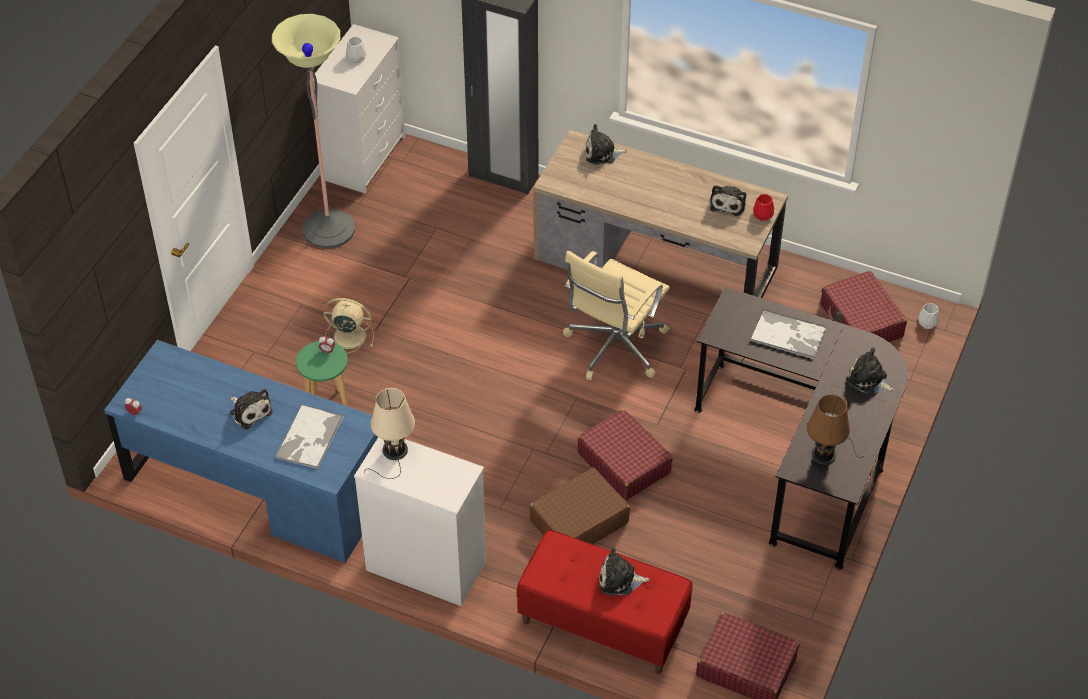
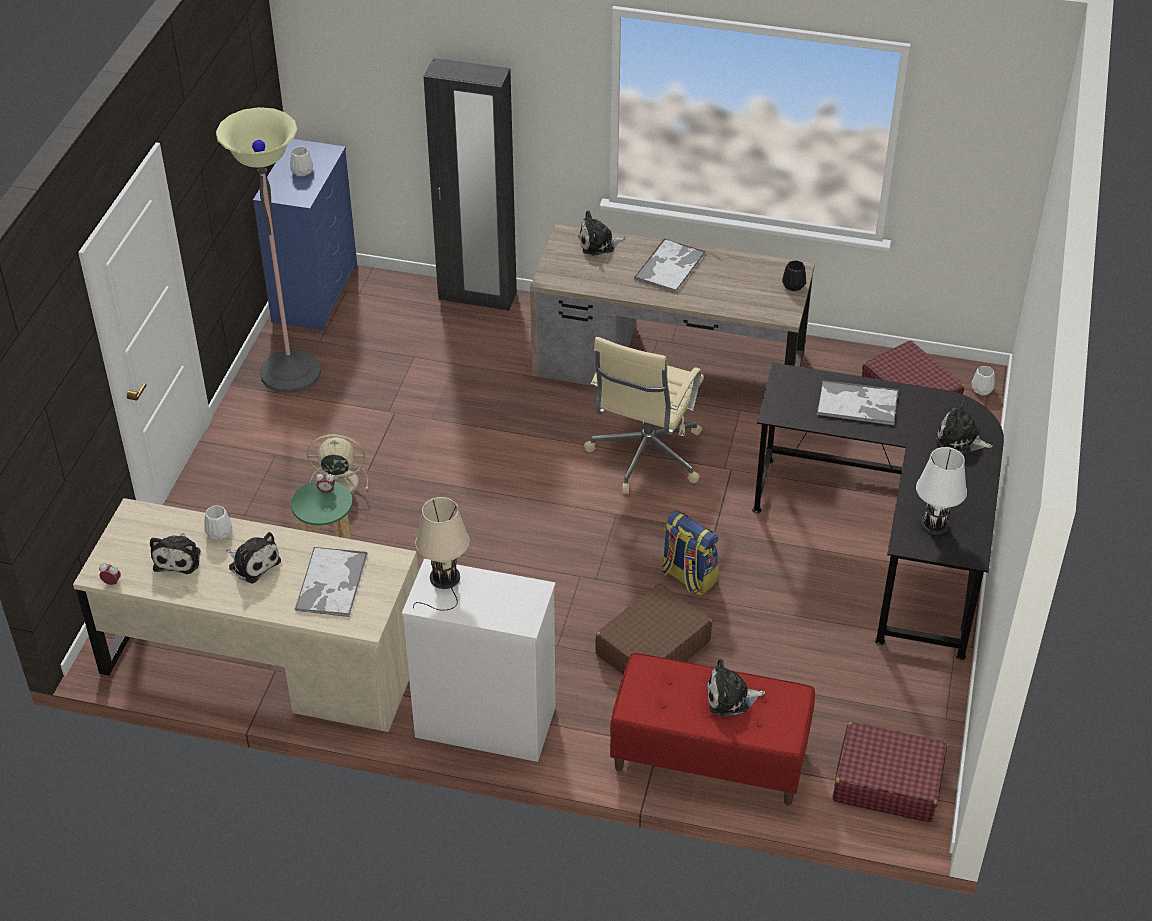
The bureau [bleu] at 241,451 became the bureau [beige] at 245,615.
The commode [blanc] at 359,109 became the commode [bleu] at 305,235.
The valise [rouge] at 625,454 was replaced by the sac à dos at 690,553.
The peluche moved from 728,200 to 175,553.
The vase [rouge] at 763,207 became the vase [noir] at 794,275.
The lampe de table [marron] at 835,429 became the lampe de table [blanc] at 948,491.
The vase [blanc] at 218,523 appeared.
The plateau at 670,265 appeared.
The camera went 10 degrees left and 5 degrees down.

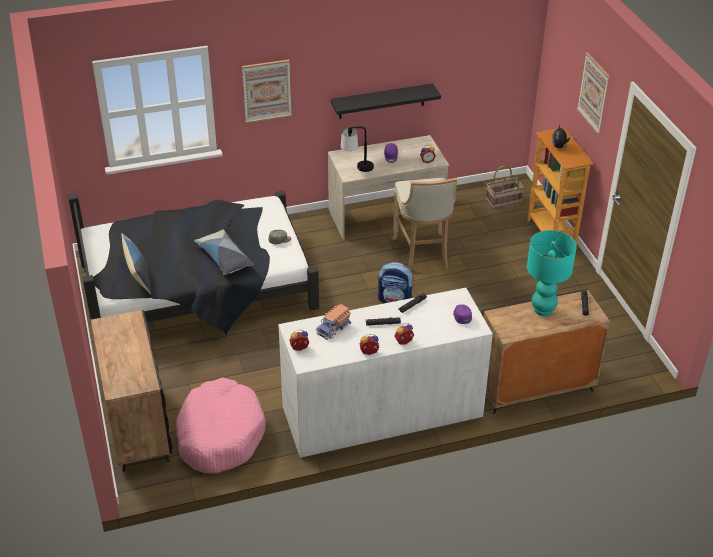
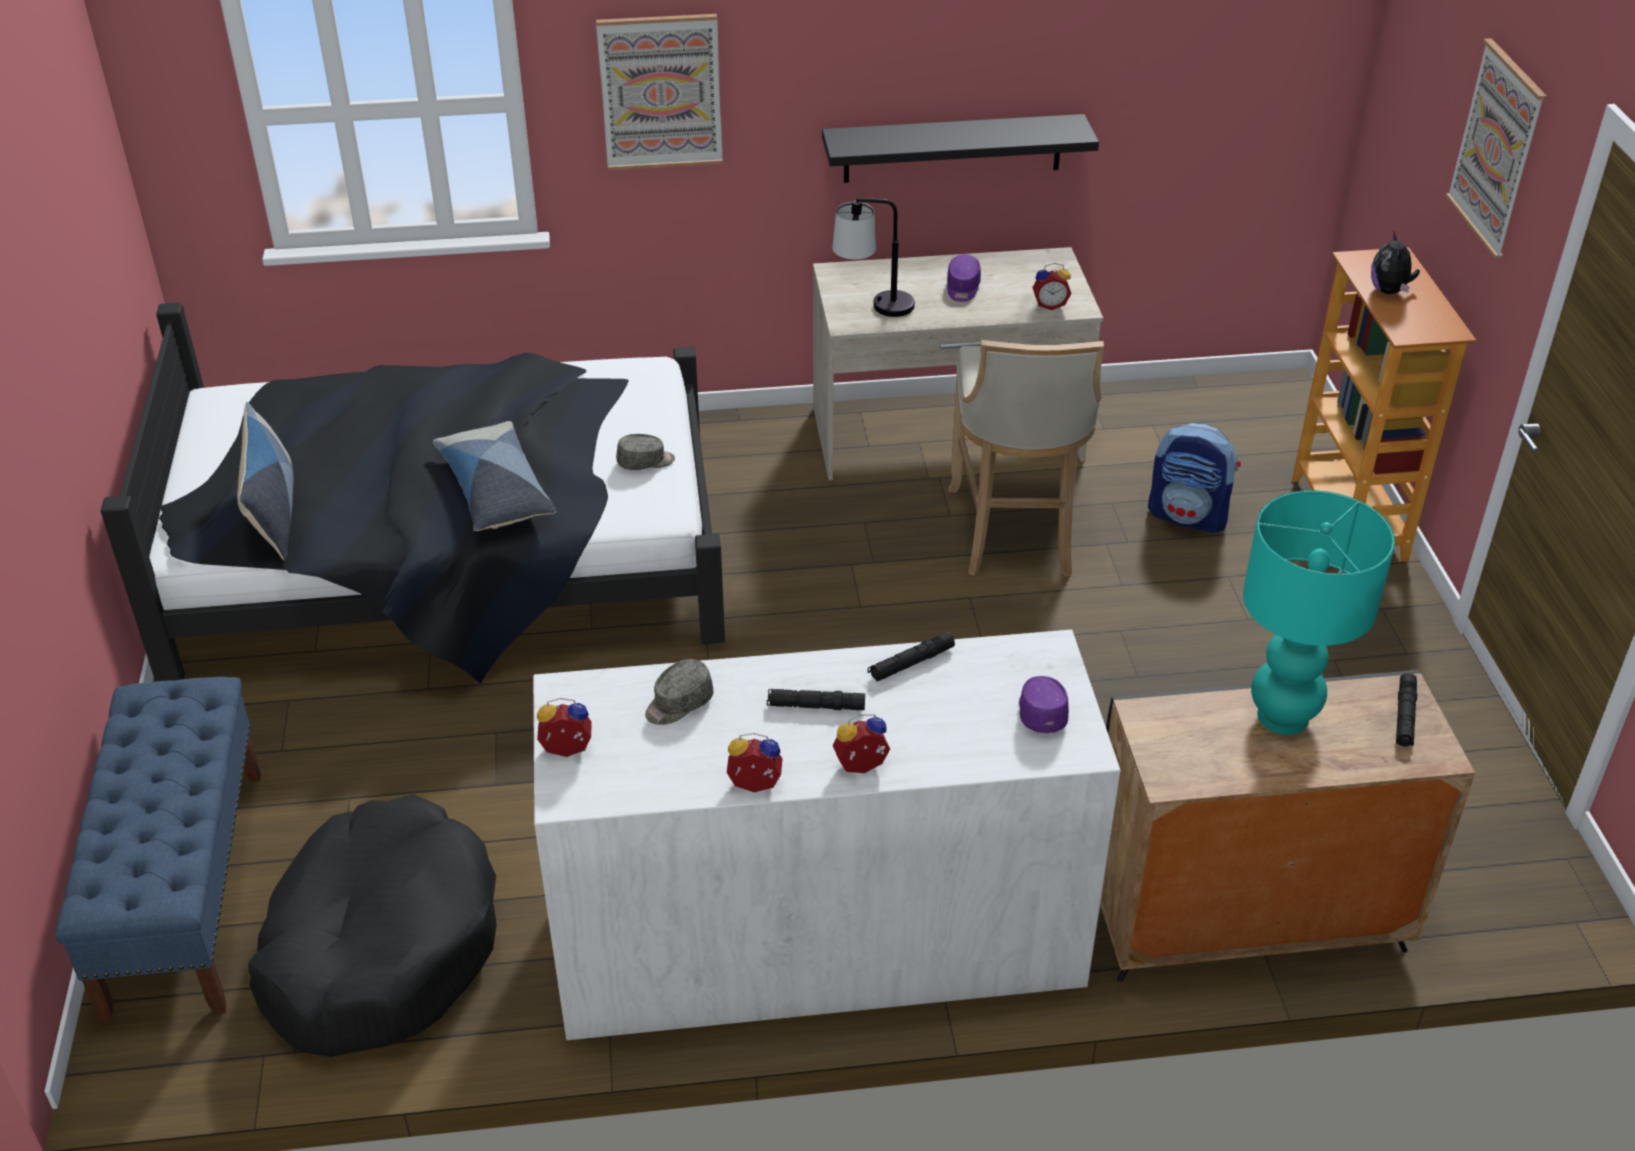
The meuble de rangement [noir] at 131,391 was replaced by the banc [bleu] at 158,851.
The panier pour chien [rose] at 221,425 became the panier pour chien [noir] at 372,925.
The camion jouet at 333,322 was replaced by the casquette [gris] at 679,692.
The sac à dos moved from 396,282 to 1194,478.
The panier at 505,187 disappeared.
The camera went 10 degrees right and 0 degrees up.

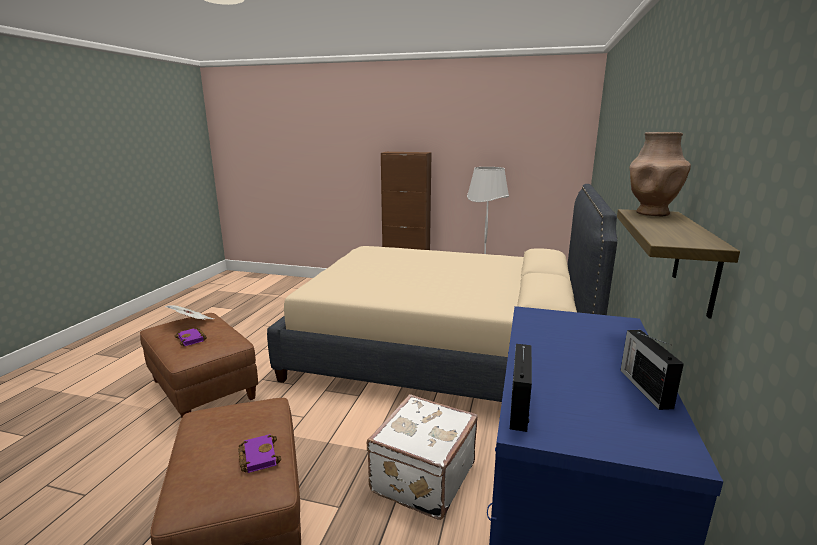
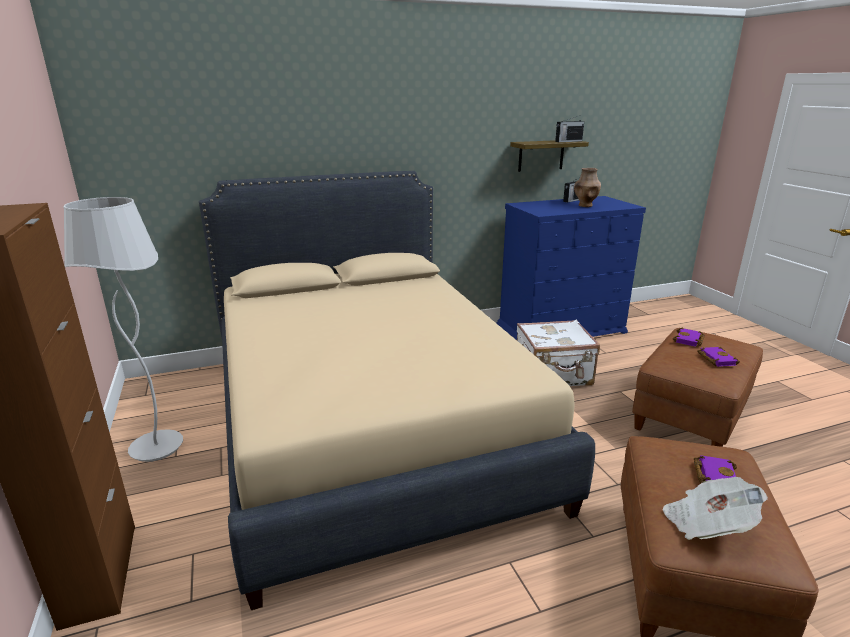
The radio moved from 521,388 to 569,129.
The vase [marron] moved from 660,174 to 587,187.
The livre [violet] at 718,357 appeared.
The camera went 125 degrees left and 5 degrees up.

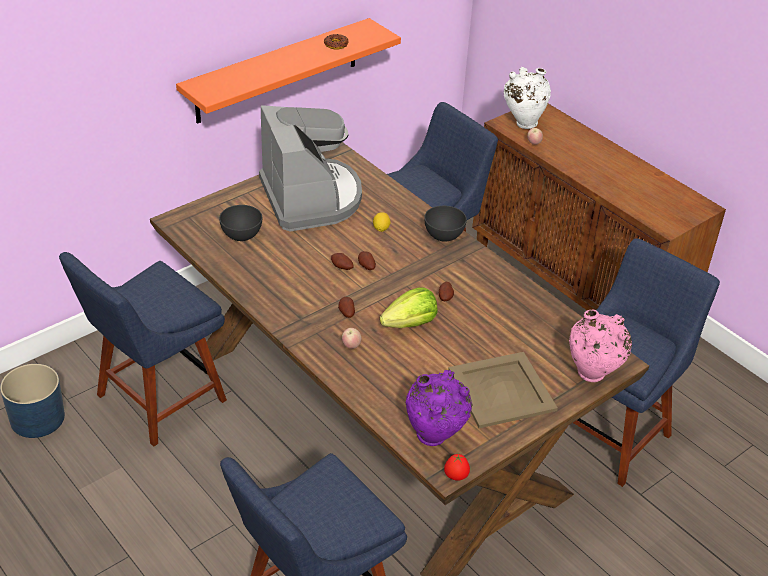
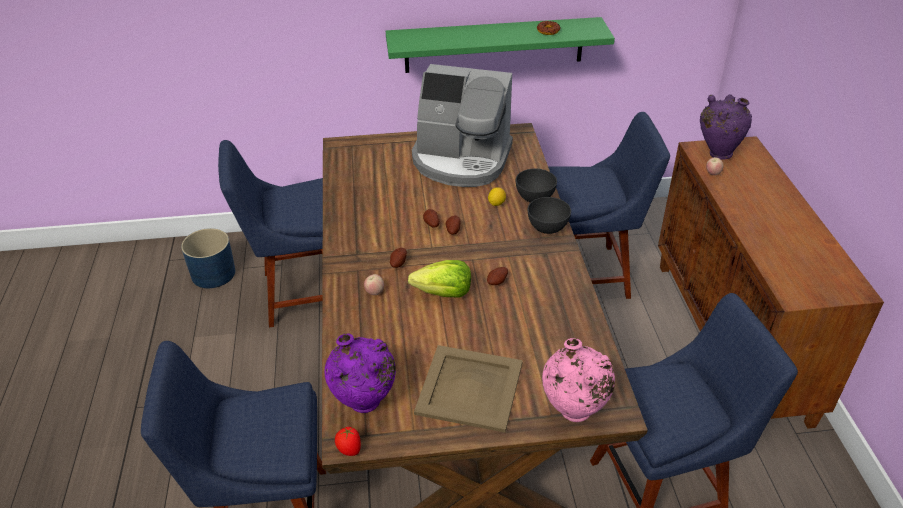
The étagère [orange] at 288,71 became the étagère [vert] at 500,45.
The bol [gris] moved from 240,223 to 536,185.
The machine à café at 310,168 turned 90 degrees clockwise.
The vase [blanc] at 527,98 became the vase [violet] at 726,127.
The camera went 35 degrees right and 0 degrees up.

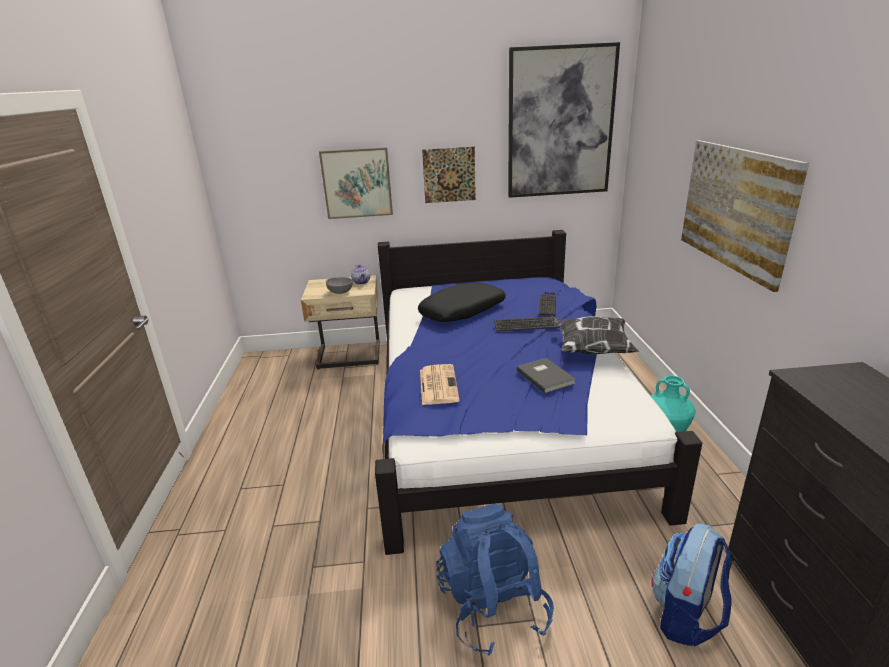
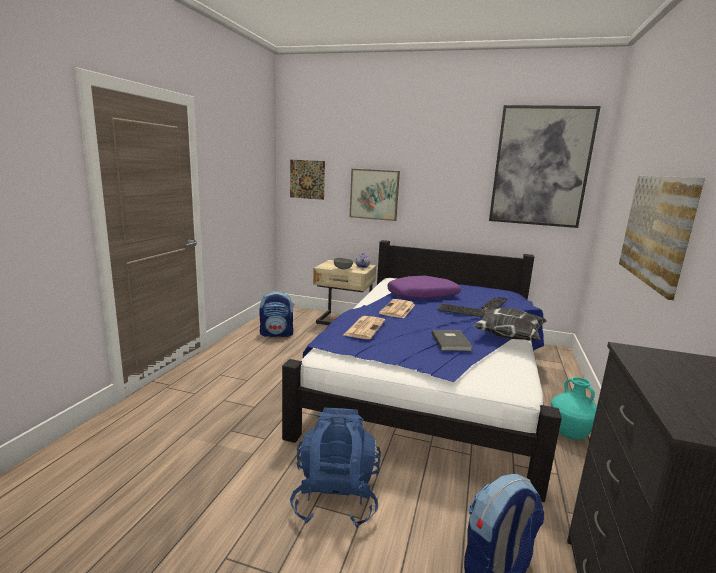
The coussin [noir] at 462,302 became the coussin [violet] at 424,287.
The tableau moved from 449,175 to 307,180.
The sac à dos at 276,314 appeared.
The journal at 397,308 appeared.
The camera went 20 degrees right and 10 degrees down.

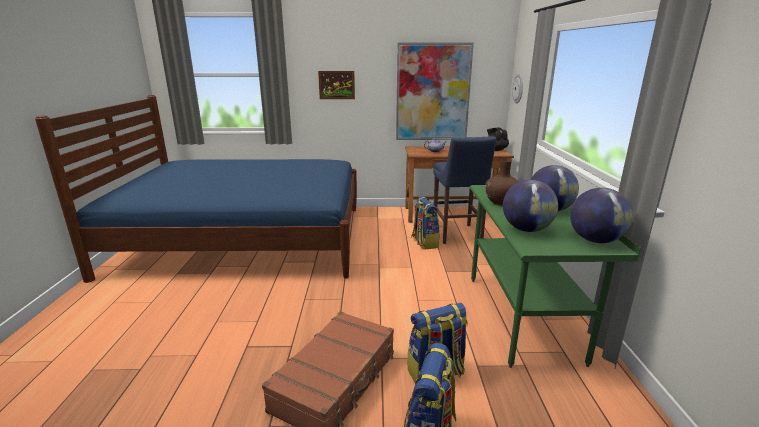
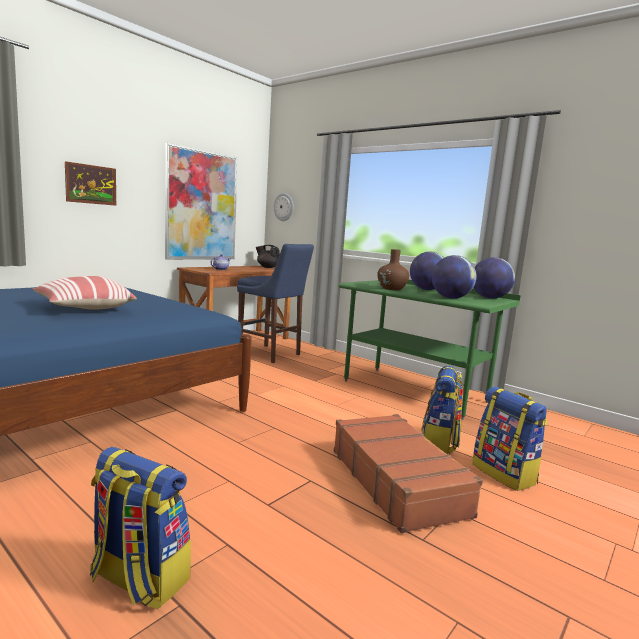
The sac à dos moved from 425,222 to 140,528.
The coussin at 84,293 appeared.
The camera went 50 degrees left and 10 degrees down.

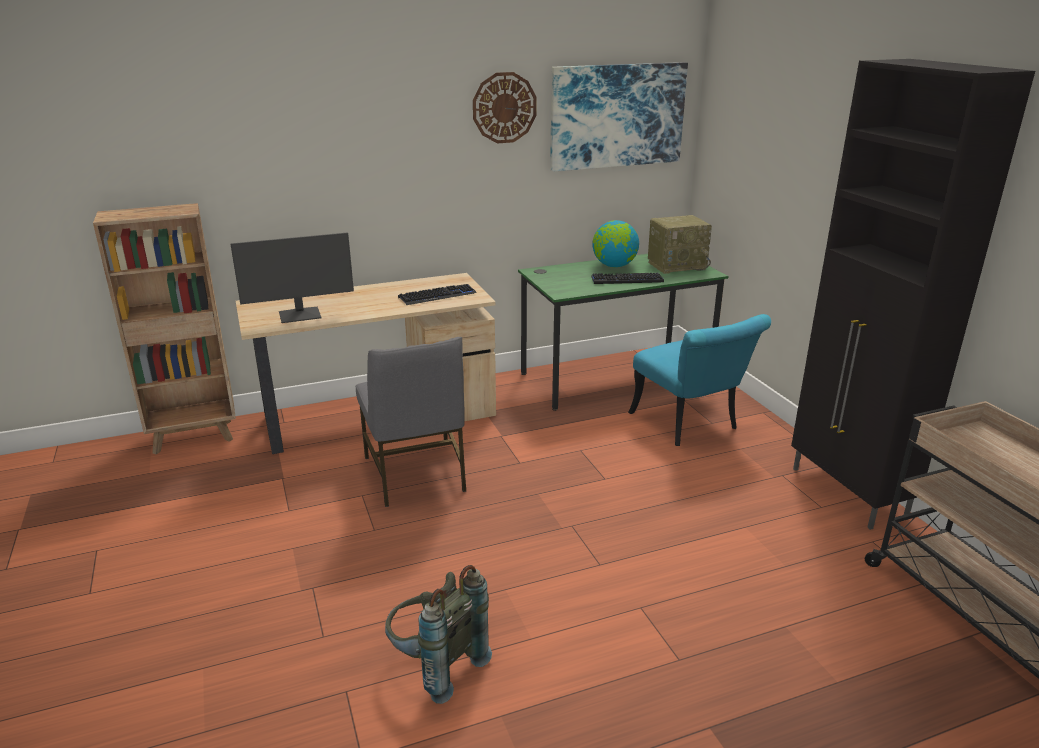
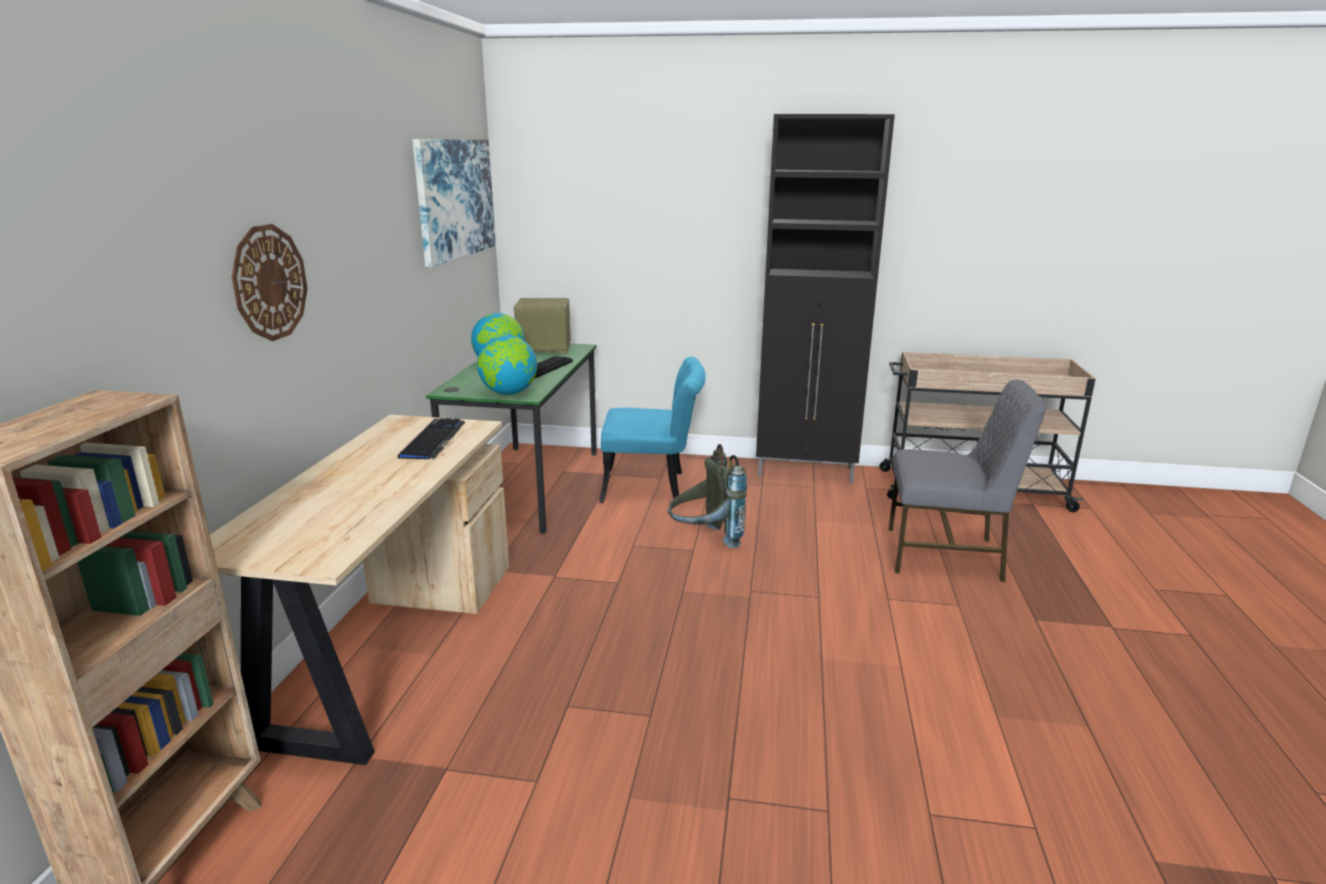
The écran d'ordinateur at 292,277 disappeared.
The chaise [gris] moved from 411,422 to 967,481.
The sac à dos [gris] moved from 438,634 to 707,496.
The horloge murale moved from 505,107 to 269,282.
The radio at 680,244 turned 105 degrees counterclockwise.
The globe at 507,365 appeared.
The camera went 60 degrees left and 5 degrees down.

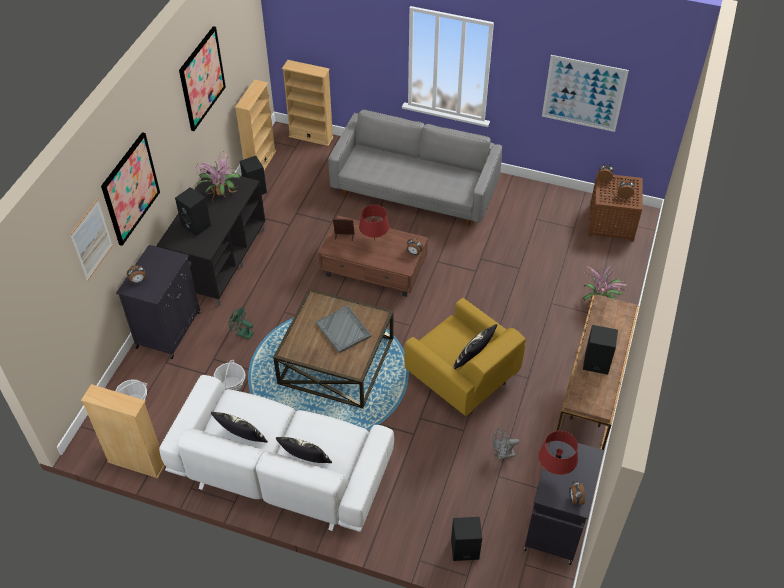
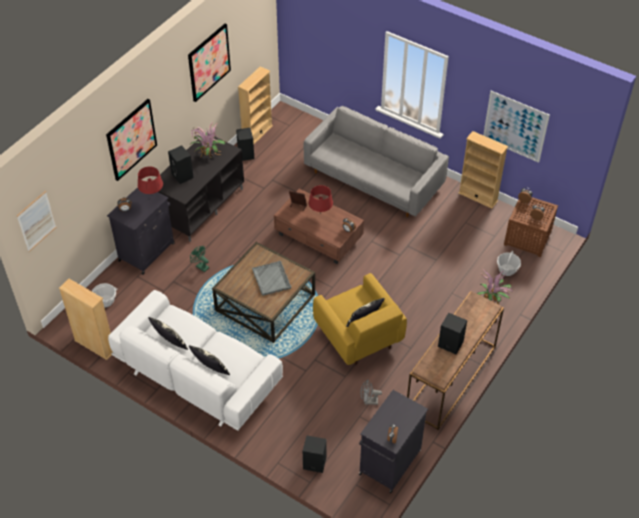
The tableau moved from 91,239 to 36,221.
The panier moved from 229,375 to 509,263.
The bibliothèque [beige] moved from 308,103 to 483,170.
The lampe de table [rouge] moved from 558,453 to 150,181.
The camera went 15 degrees right and 0 degrees up.

